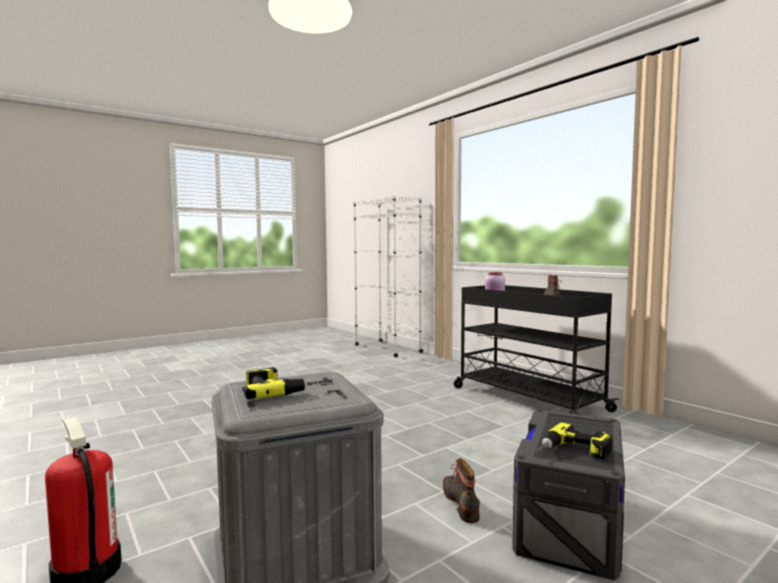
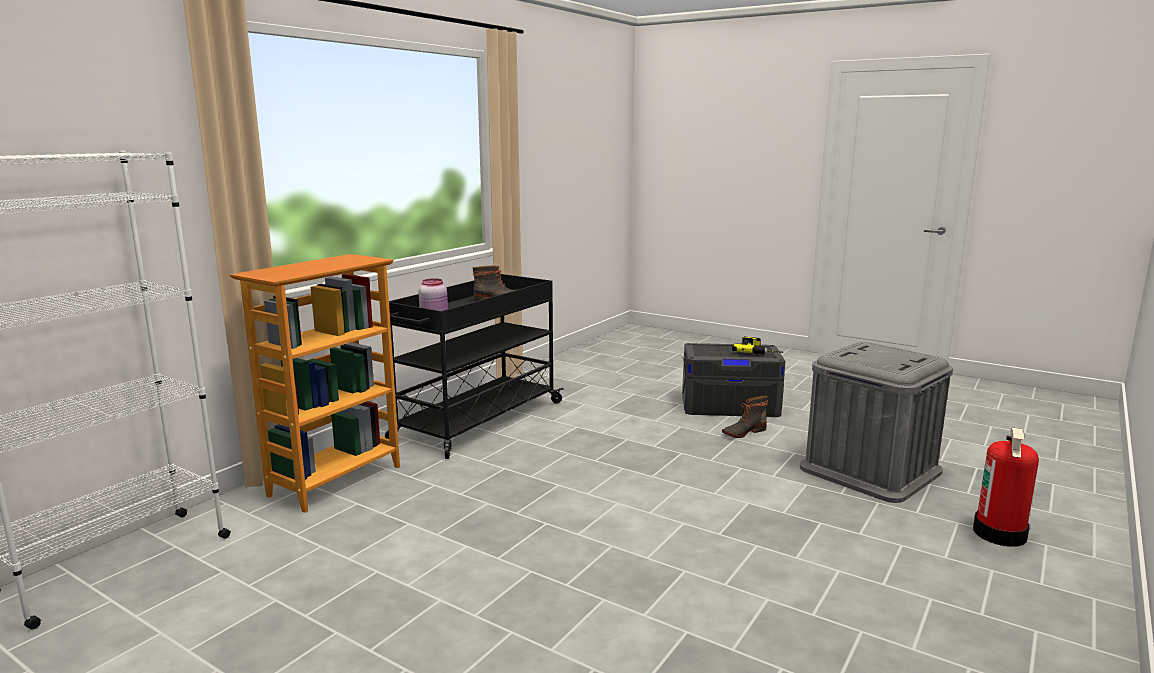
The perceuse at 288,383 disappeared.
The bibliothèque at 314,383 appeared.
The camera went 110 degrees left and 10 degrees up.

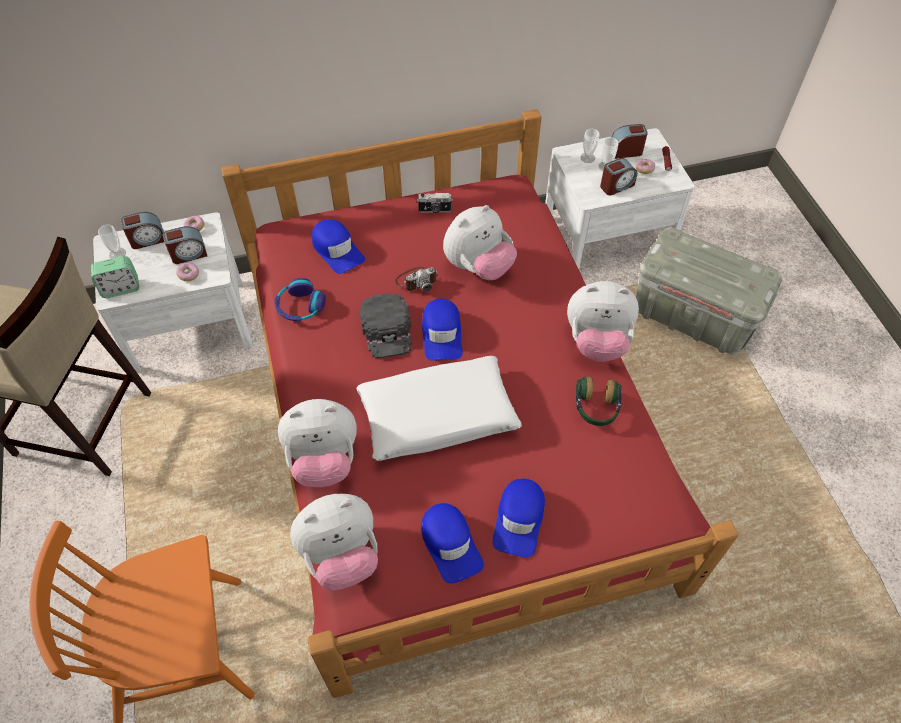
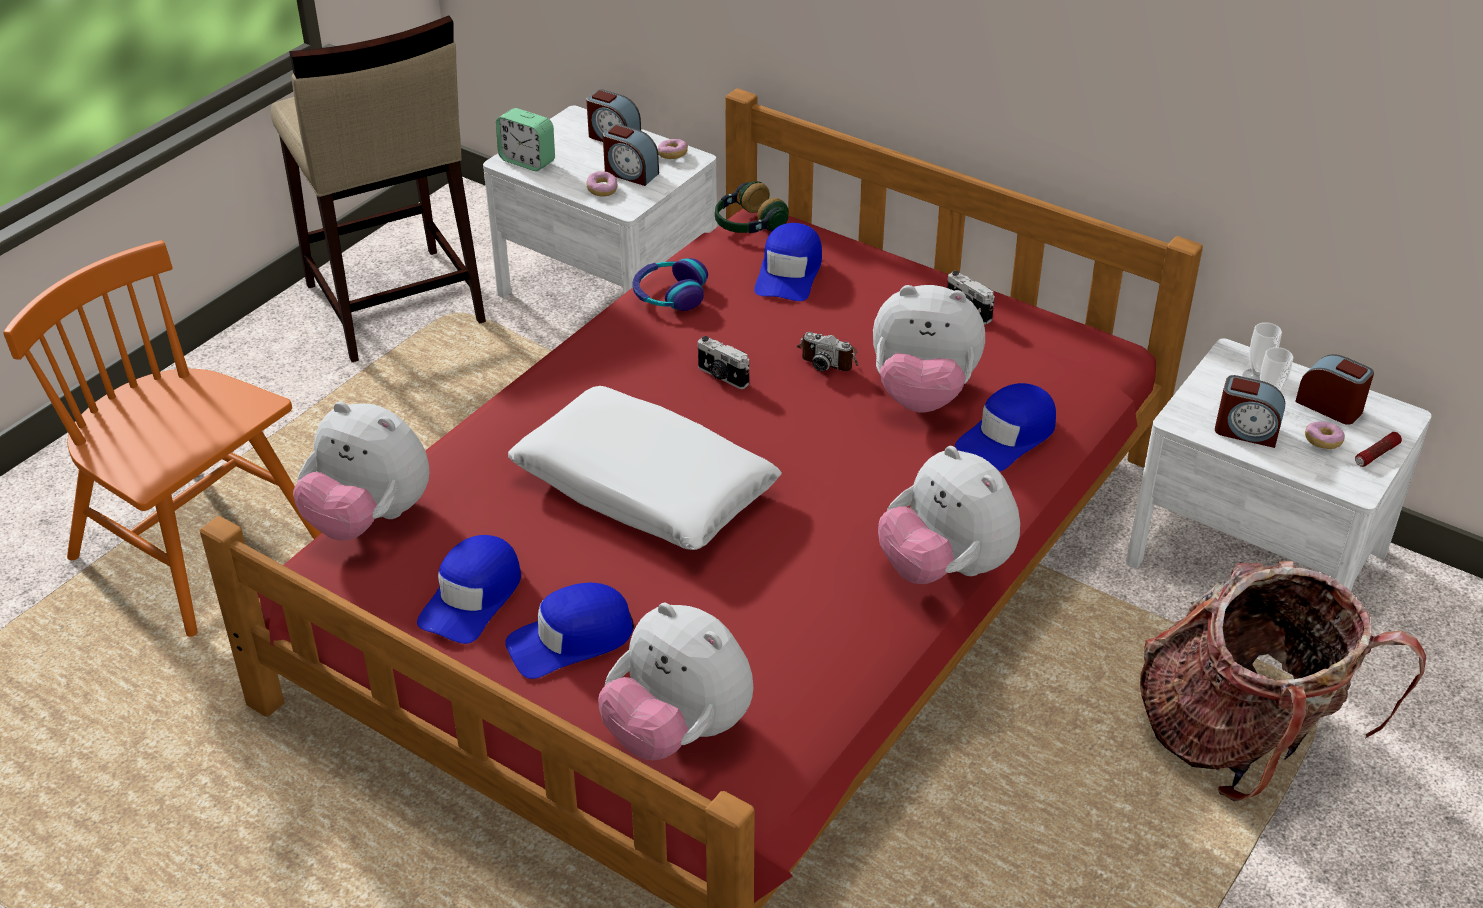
The tasse at 112,241 disappeared.
The peluche moved from 317,443 to 675,681.
The casquette [noir] at 385,326 was replaced by the appareil photo at 723,362.
The casquette [bleu] moved from 442,330 to 1005,427.
The casque audio moved from 599,401 to 752,207.
The boîte de rangement [gris] at 709,291 was replaced by the sac à dos at 1283,681.
The camera went 50 degrees right and 15 degrees down.

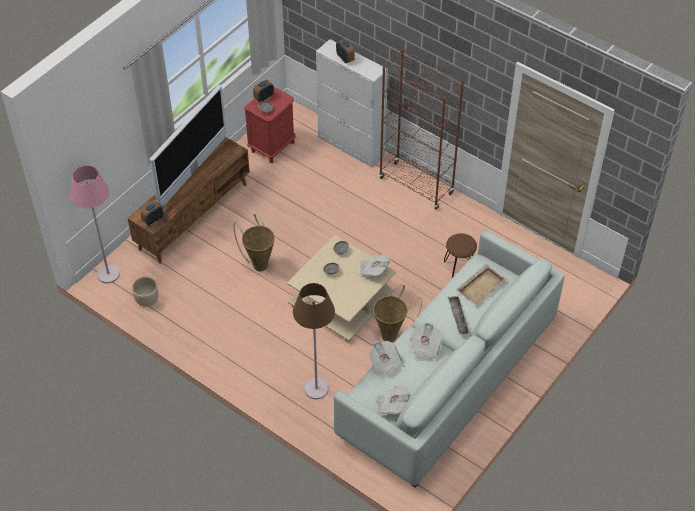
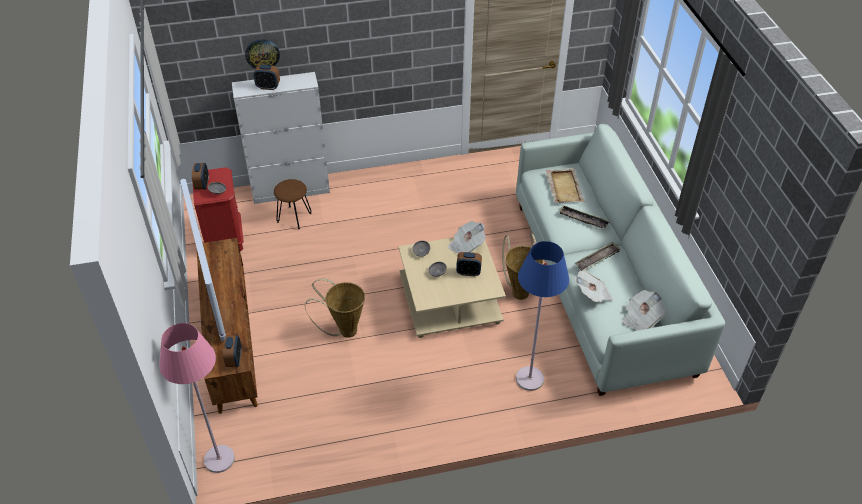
The cache-pot [beige] at 145,292 disappeared.
The lampadaire [marron] at 314,341 became the lampadaire [bleu] at 542,316.
The bibliothèque [marron] at 421,129 disappeared.
The journal at 426,342 was replaced by the plateau at 597,256.
The tabouret [marron] moved from 460,256 to 293,204.
The horloge murale at 262,54 appeared.
The réveil at 469,264 appeared.
The camera went 50 degrees left and 5 degrees down.

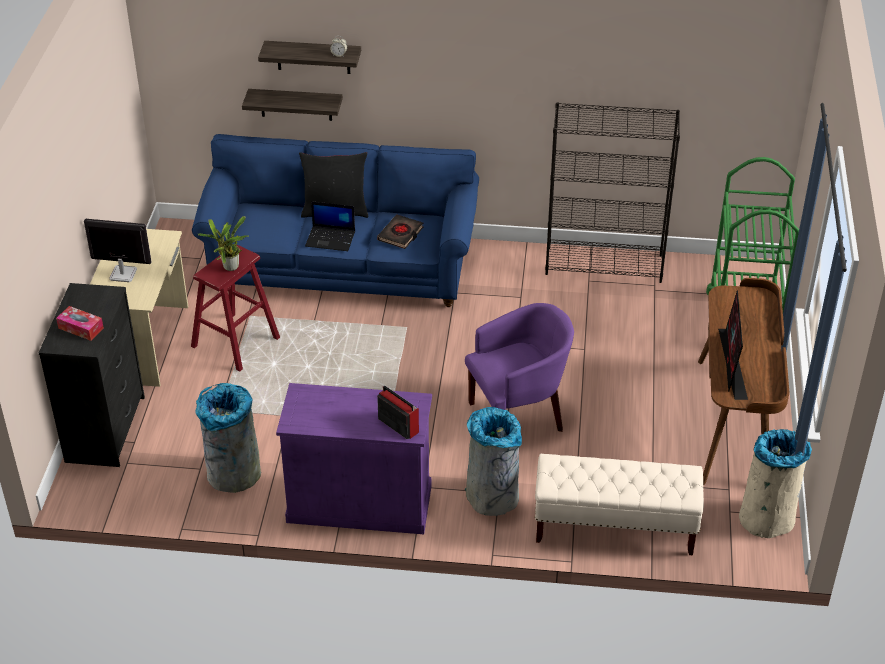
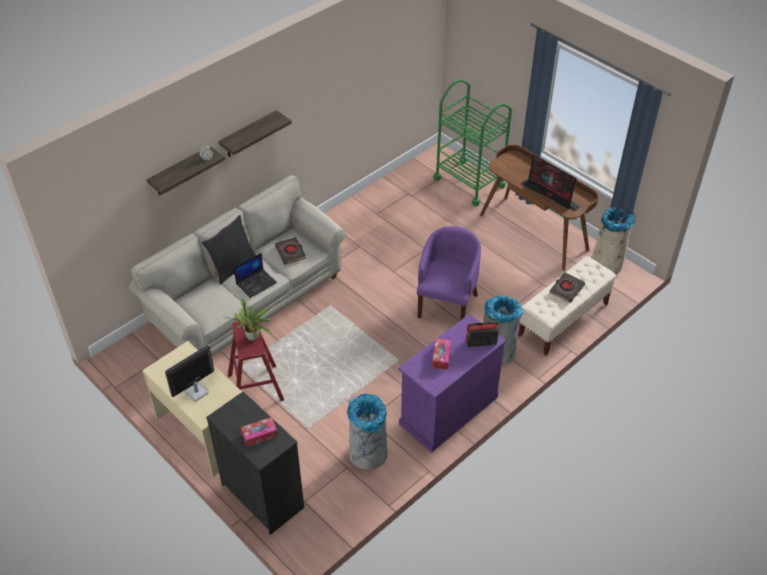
The canapé [bleu] at 335,220 became the canapé [beige] at 237,265.
The étagère moved from 292,105 to 255,133.
The bibliothèque [noir] at 612,193 disappeared.
The boîte à mouchoirs at 441,354 appeared.
The livre [noir] at 567,287 appeared.
The camera went 50 degrees left and 5 degrees up.

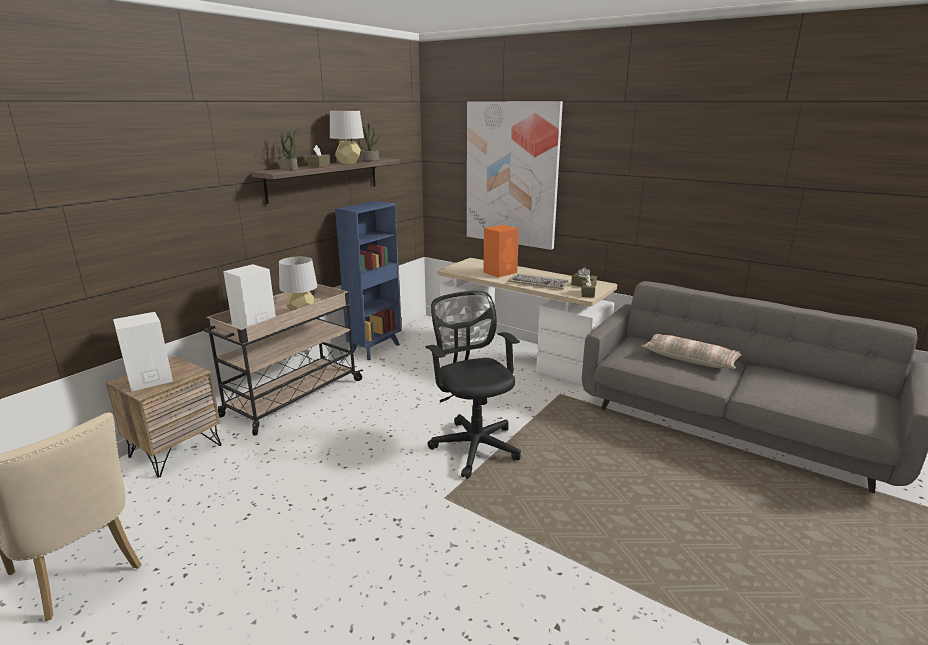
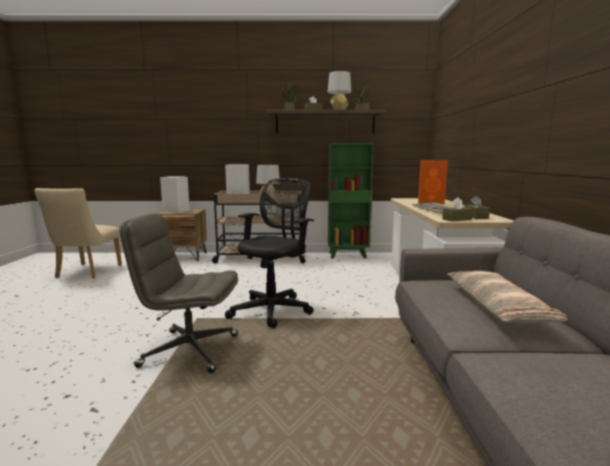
The bibliothèque [bleu] at 368,280 became the bibliothèque [vert] at 351,201.
The tableau at 515,175 disappeared.
The chaise de bureau [gris] at 179,293 appeared.
The camera went 55 degrees right and 10 degrees down.

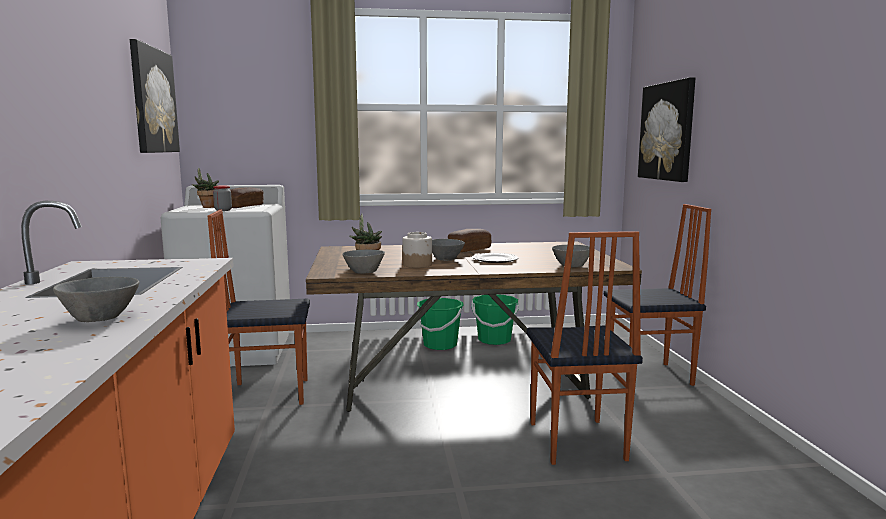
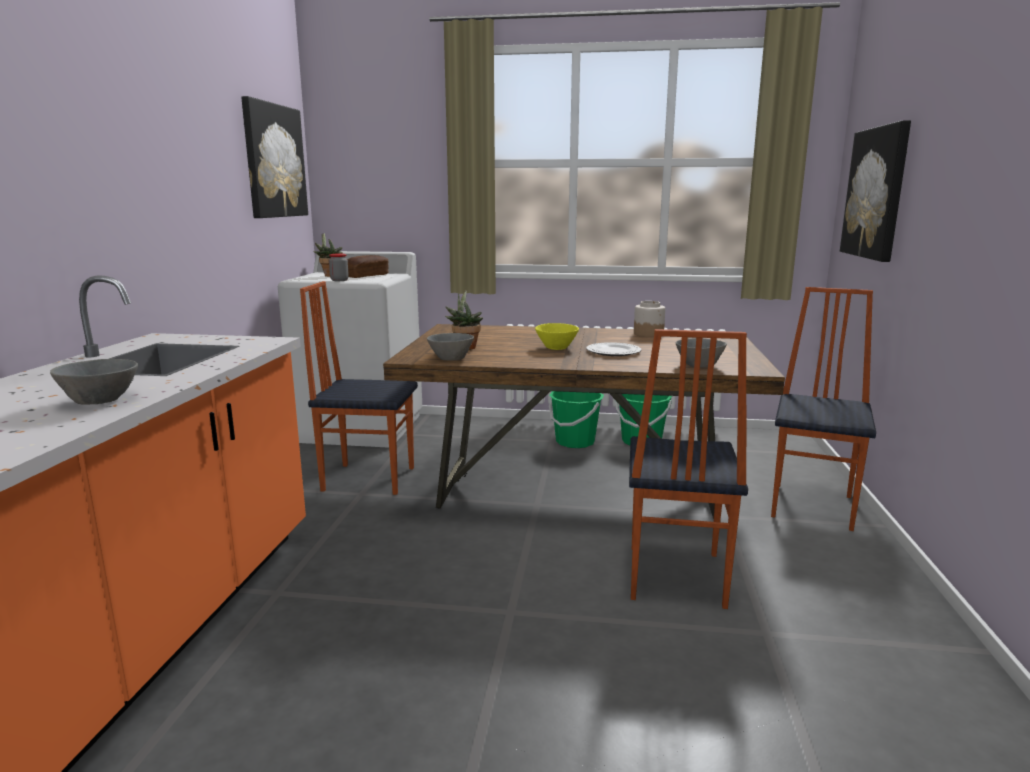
The bocal moved from 417,250 to 649,319.
The bol [gris] at 448,250 became the bol [jaune] at 557,336.
The pain at 469,240 disappeared.
The chaise at 657,295 turned 75 degrees counterclockwise.
The camera went 15 degrees right and 5 degrees up.

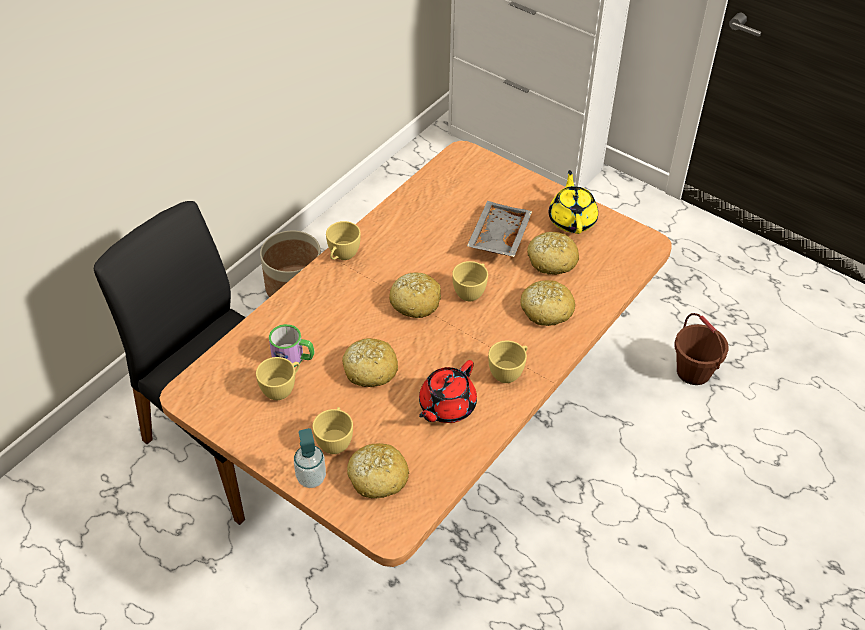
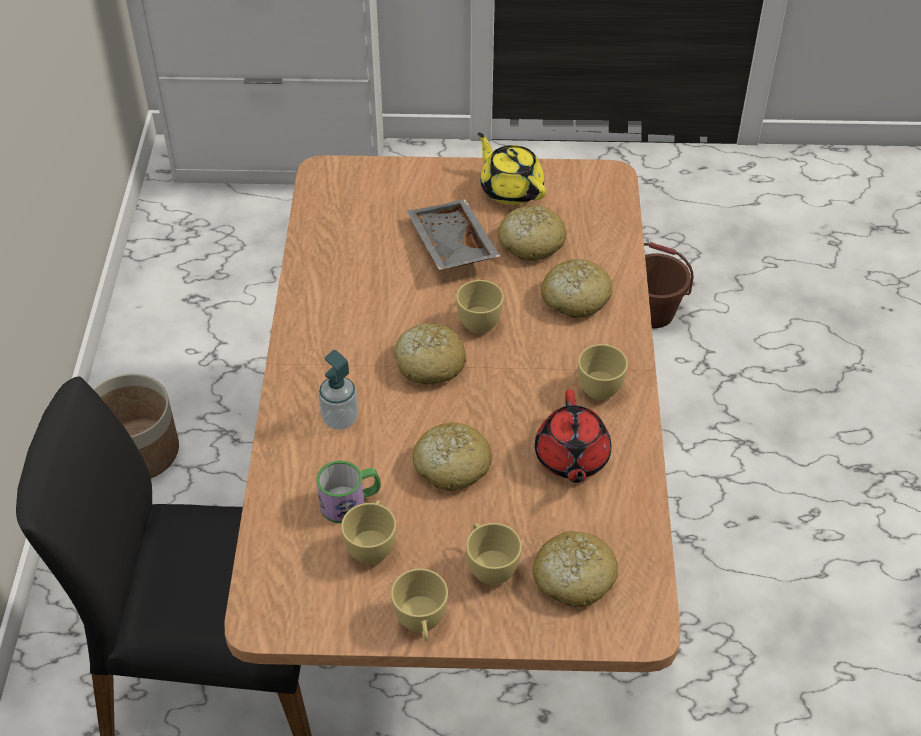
The distributeur de savon moved from 310,458 to 338,390.
The tasse [jaune] moved from 343,240 to 419,605.
The camera went 35 degrees left and 0 degrees up.

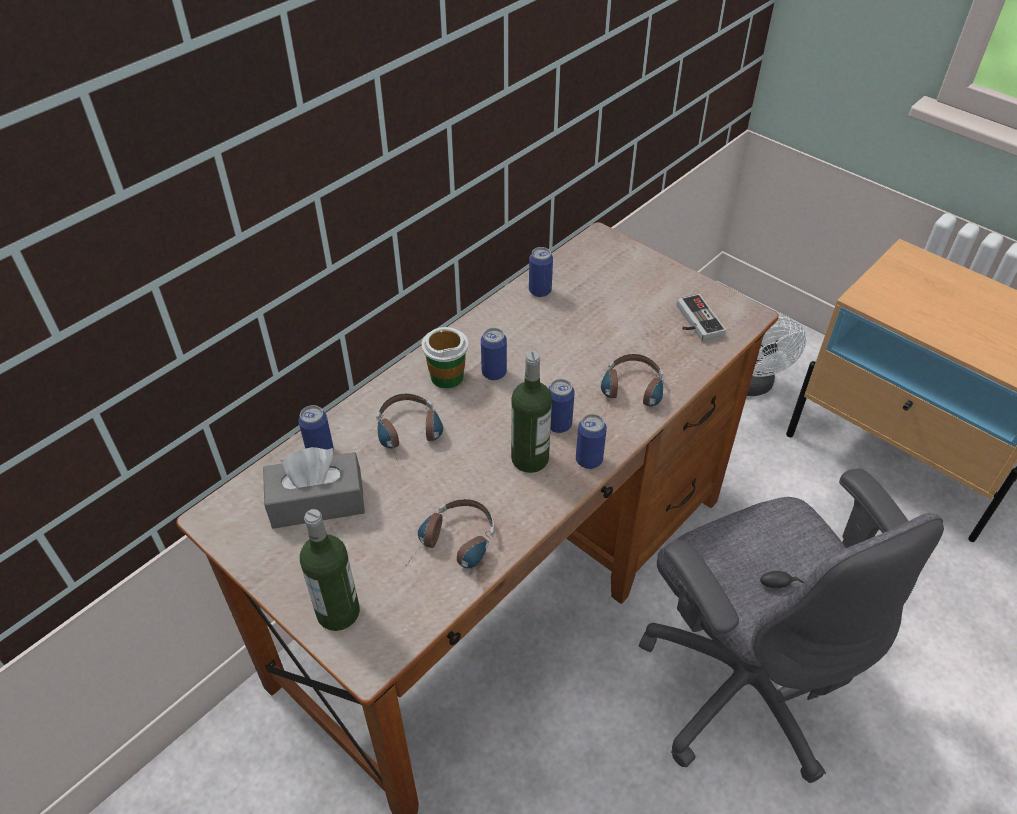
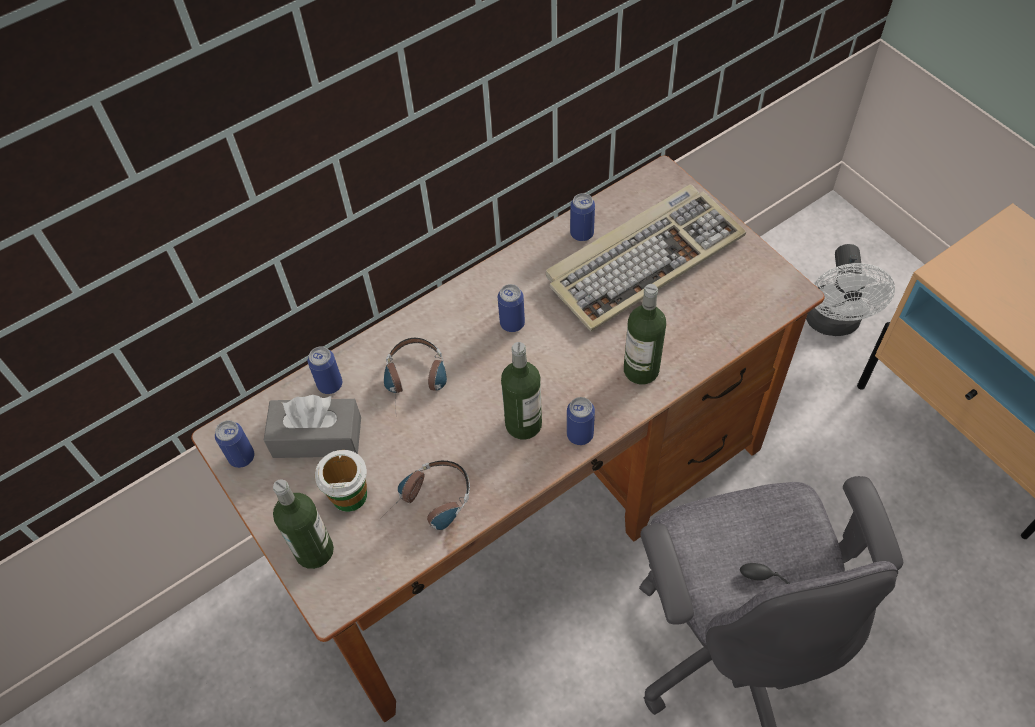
The tasse moved from 444,358 to 341,481.
The boîte métallique moved from 561,406 to 234,444.
The casque audio at 632,383 was replaced by the bouteille at 645,334.
The manette at 701,318 disappeared.
The clavier at 646,258 appeared.
The camera went 15 degrees right and 10 degrees up.

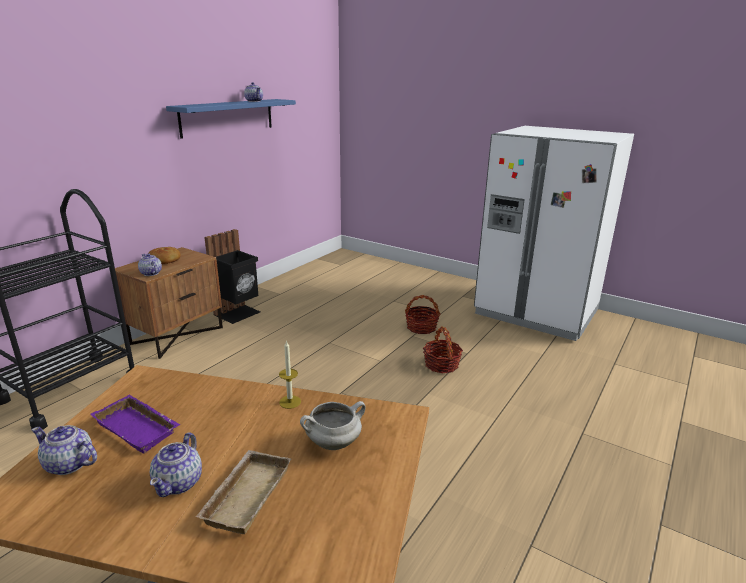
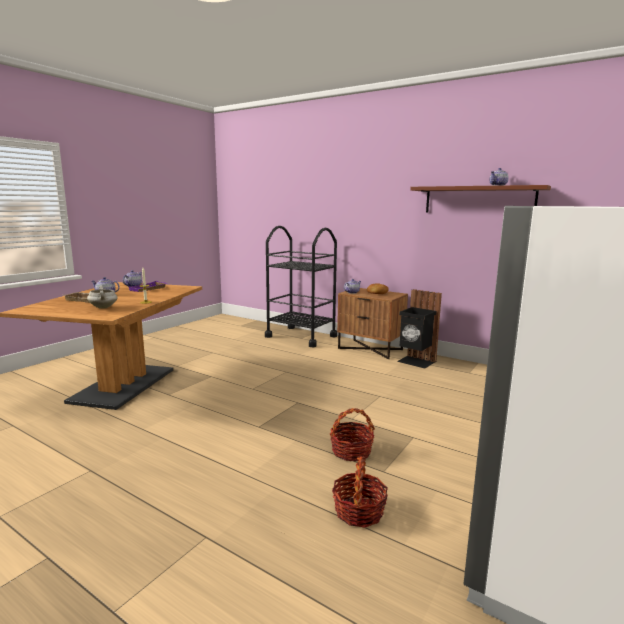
The étagère [bleu] at 231,119 became the étagère [marron] at 480,198.
The panier moved from 423,314 to 360,492.
The camera went 90 degrees right and 10 degrees down.

